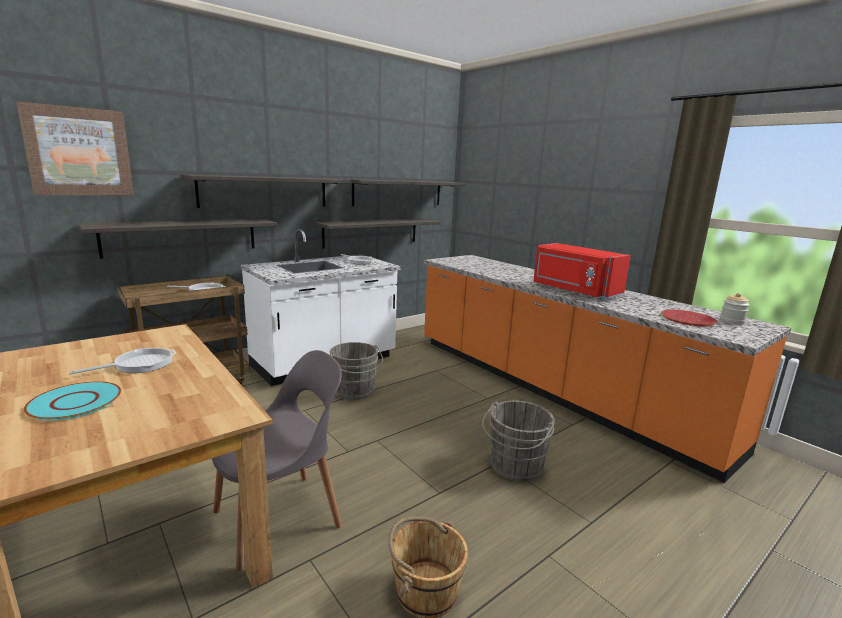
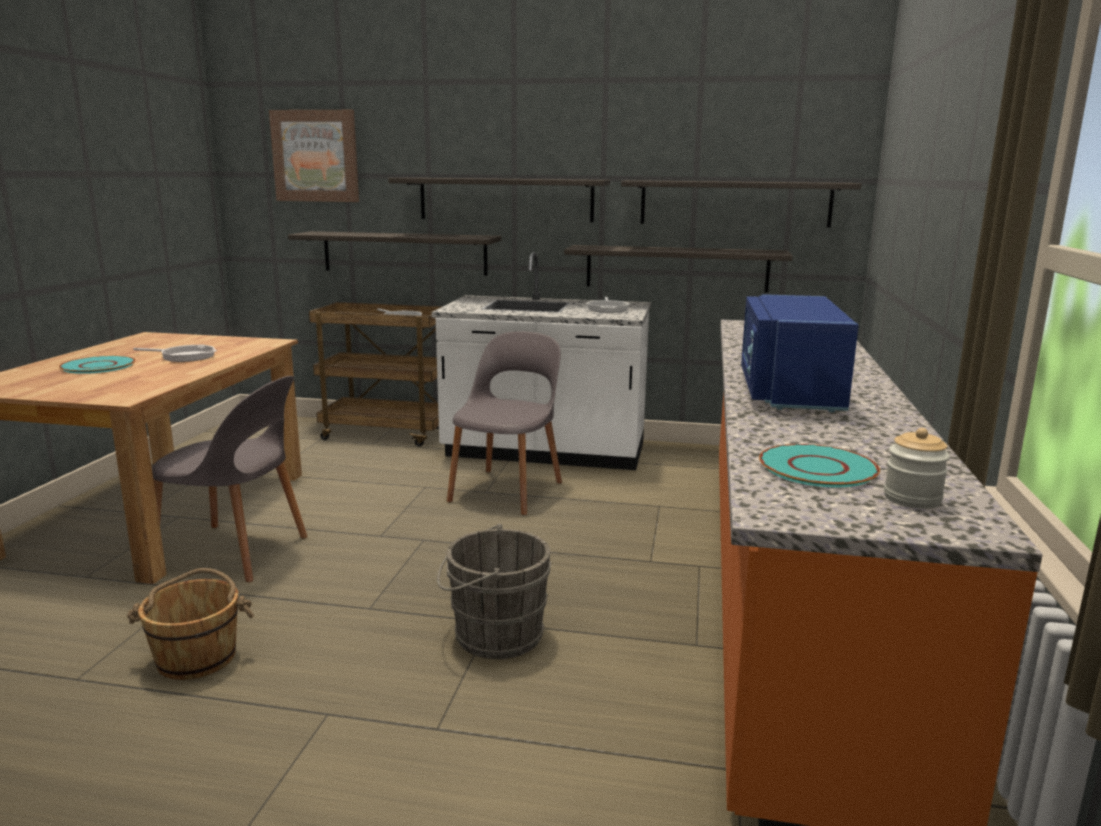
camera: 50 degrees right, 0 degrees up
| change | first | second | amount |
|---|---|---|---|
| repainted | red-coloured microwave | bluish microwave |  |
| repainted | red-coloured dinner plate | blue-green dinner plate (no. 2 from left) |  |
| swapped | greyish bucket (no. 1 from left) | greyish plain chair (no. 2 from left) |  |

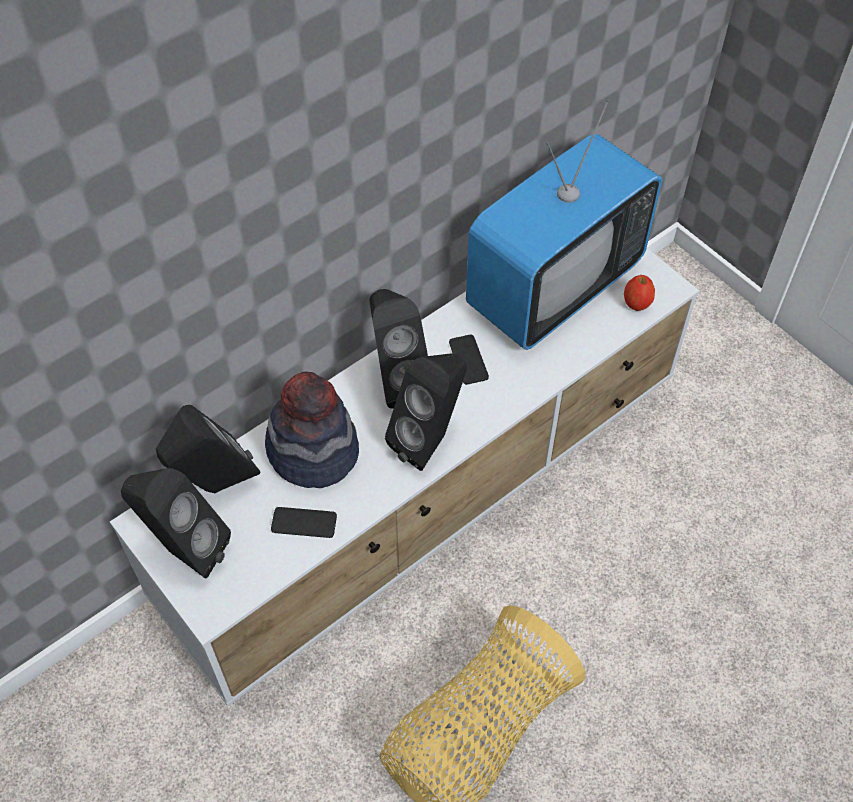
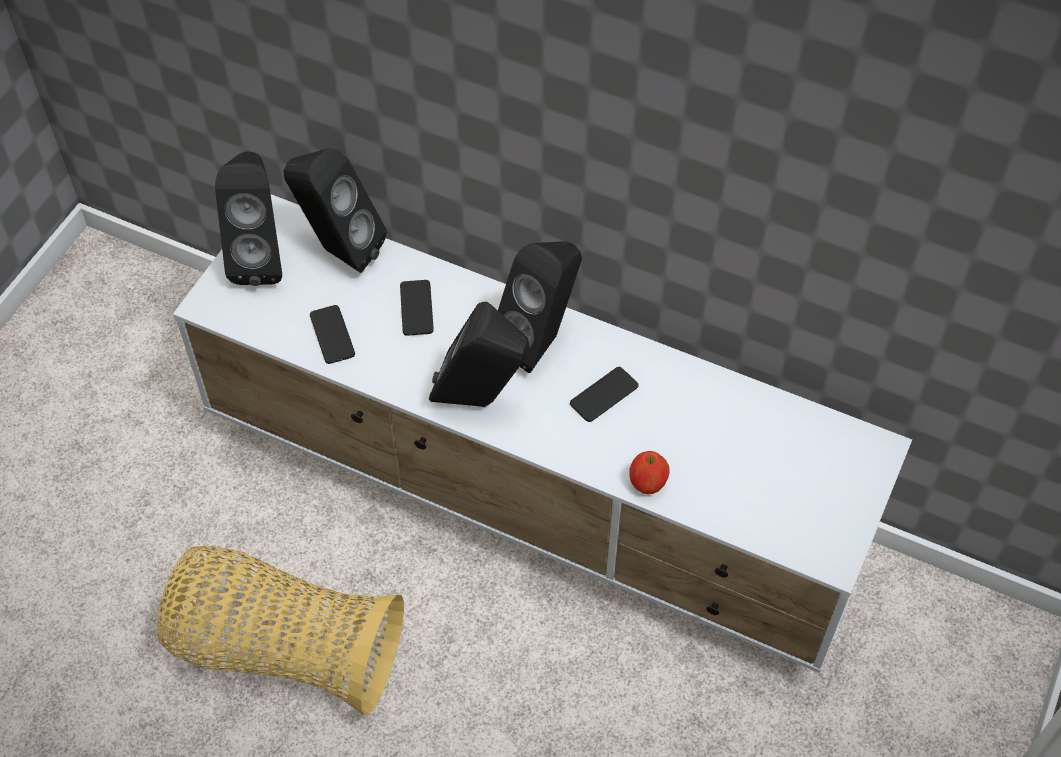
camera: 65 degrees right, 0 degrees up
| change | first | second | amount |
|---|---|---|---|
| gone | television |  |  |
| shifted | apple fruit |  |  |
| swapped | wearable hat | handset (no. 2 from left) |  |

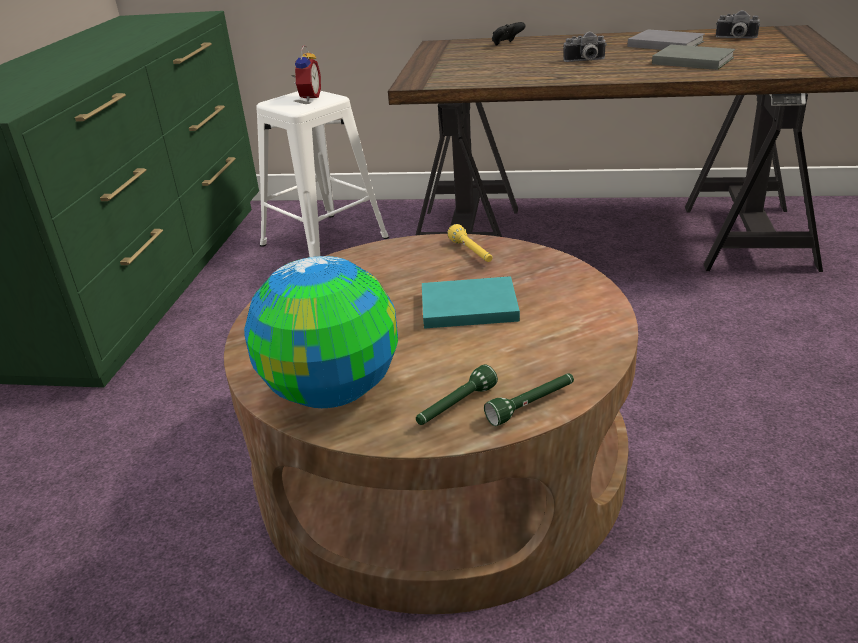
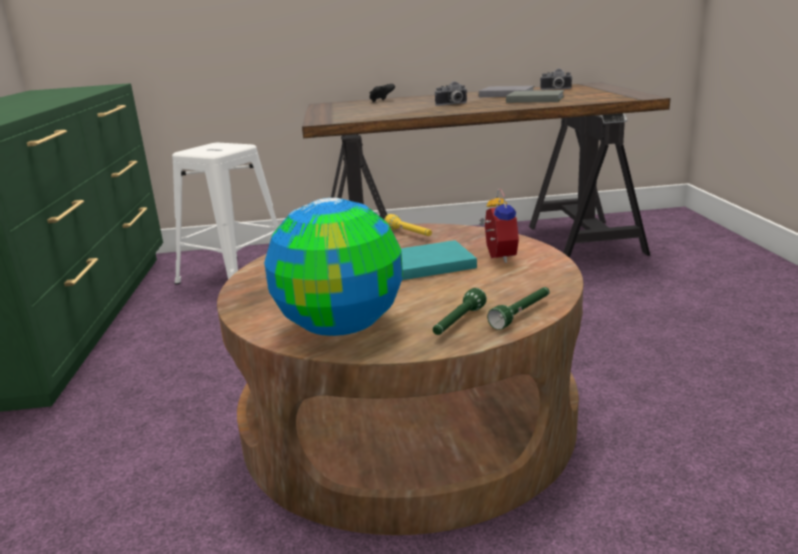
camera: 15 degrees left, 10 degrees down
| change | first | second | amount |
|---|---|---|---|
| shifted | alarm clock |  |  |

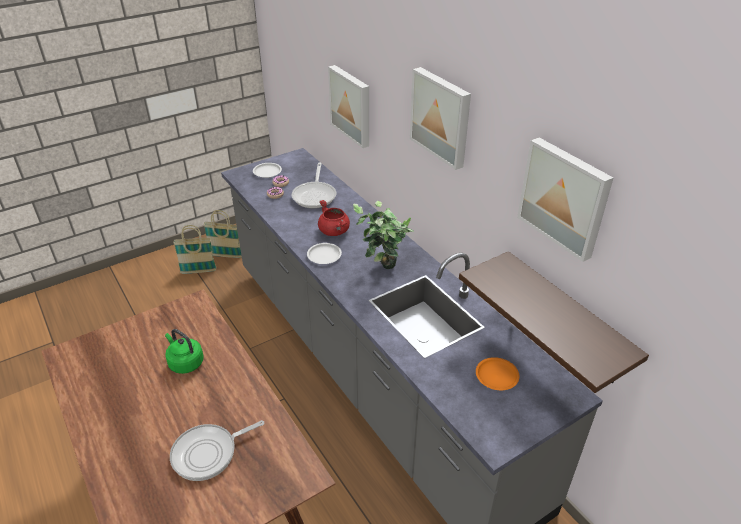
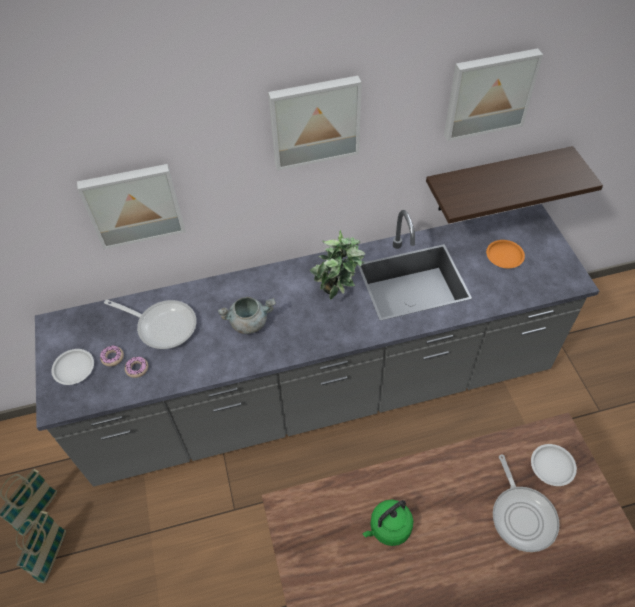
camera: 70 degrees left, 15 degrees up
| change | first | second | amount |
|---|---|---|---|
| repainted | red-coloured cooking pot | greyish cooking pot |  |
| shifted | whitish dinner plate (no. 2 from left) |  |  |

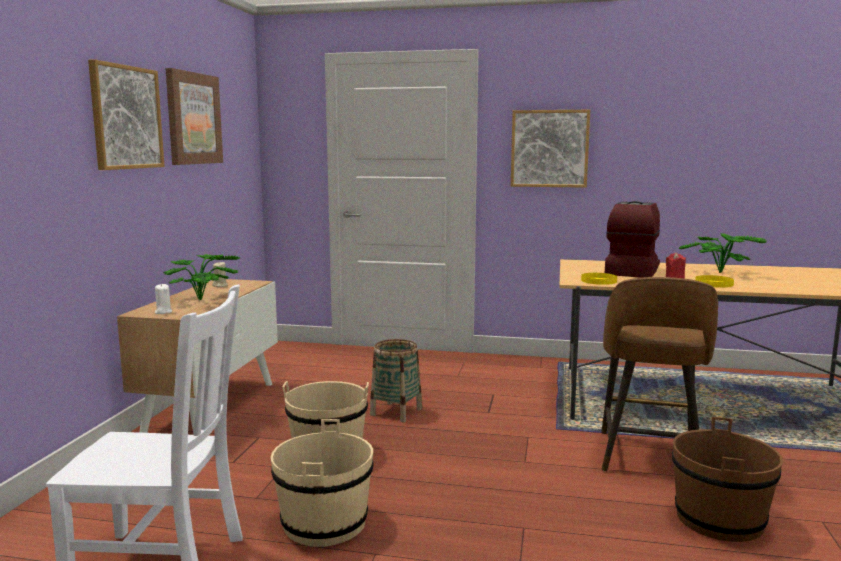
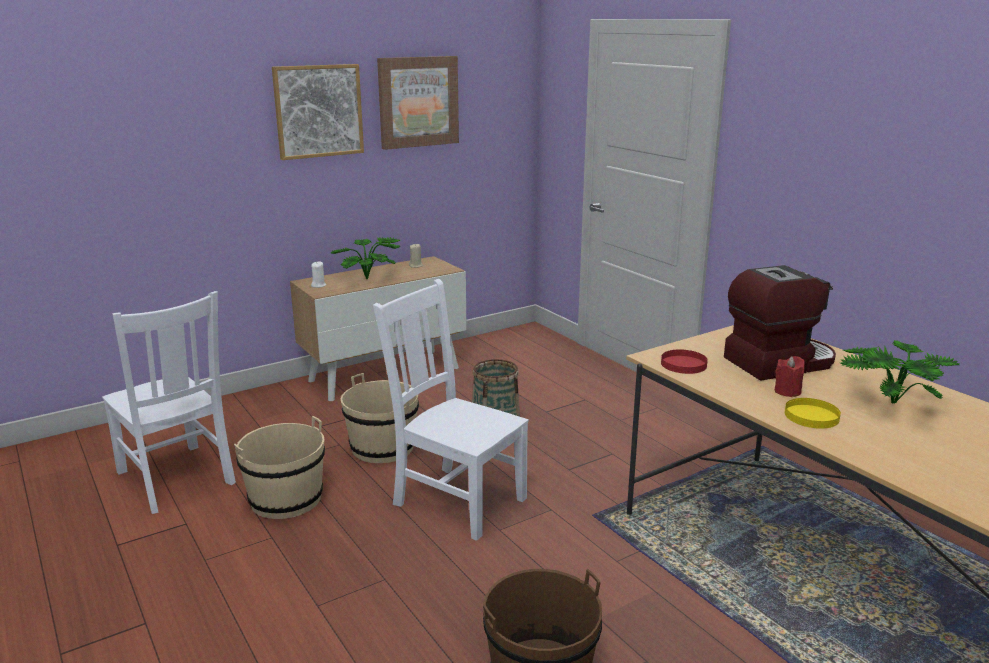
camera: 45 degrees right, 10 degrees up
| change | first | second | amount |
|---|---|---|---|
| gone | wall art (no. 3 from left) |  |  |
| repainted | yellowish dinner plate (no. 1 from left) | red-coloured dinner plate |  |
| gone | brownish stool seat |  |  |
| new |  | whitish plain chair (no. 2 from left) |  |

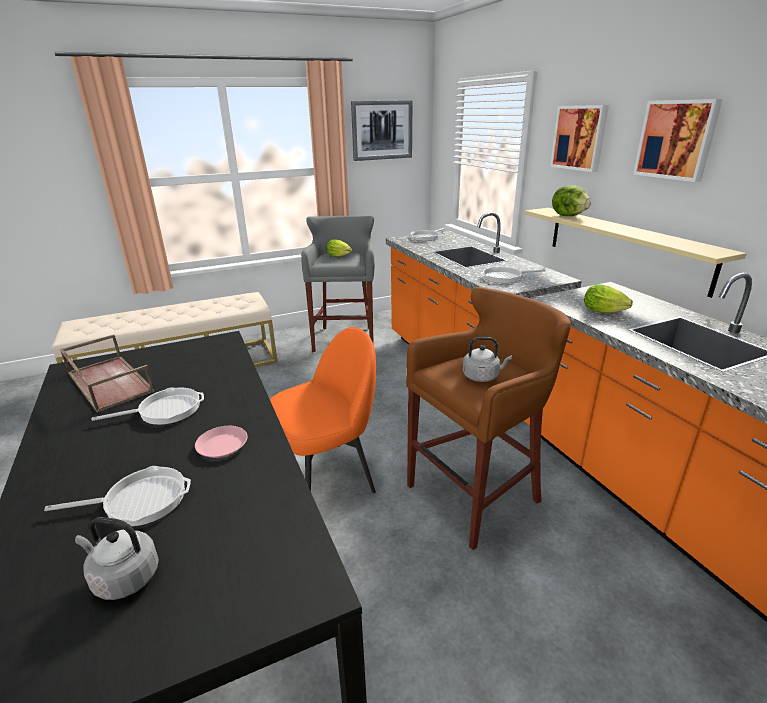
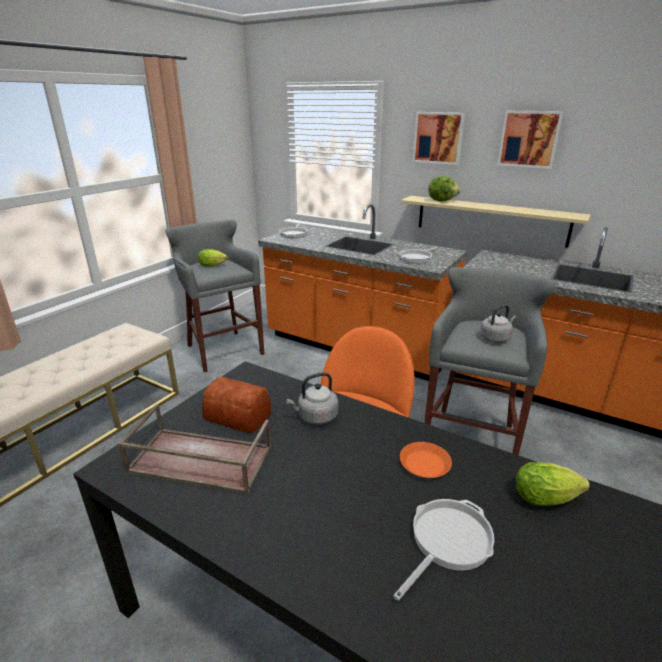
camera: 35 degrees left, 0 degrees up
| change | first | second | amount |
|---|---|---|---|
| gone | wall art (no. 1 from left) |  |  |
| shifted | head of lettuce (no. 3 from left) |  |  |
| repainted | brownish stool seat | greyish stool seat (no. 2 from left) |  |
| gone | frying pan (no. 2 from left) |  |  |
| repainted | pink-coloured dinner plate | orangey dinner plate |  |
| shifted | greyish water kettle (no. 1 from left) |  |  |
| new |  | baked bread |  |

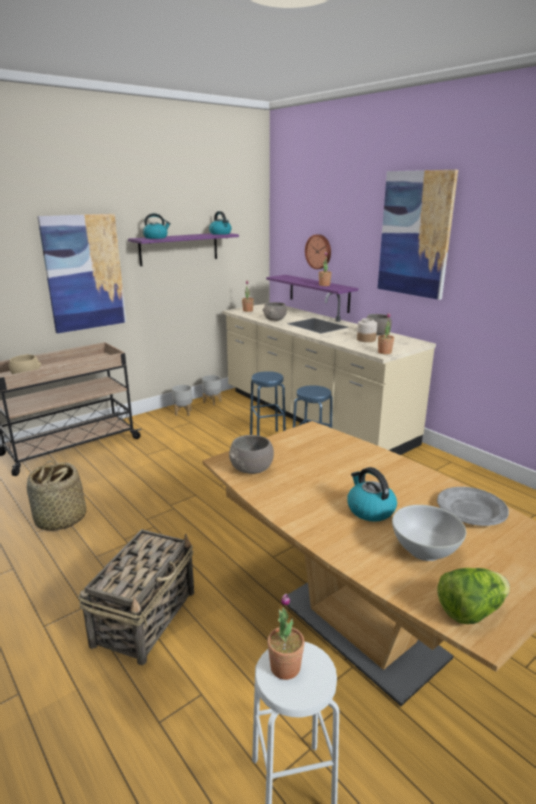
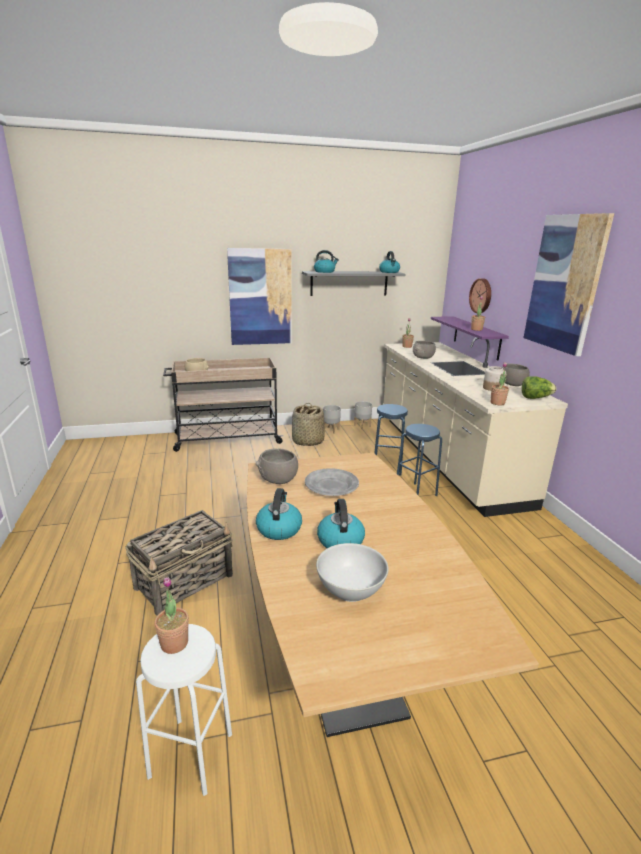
camera: 25 degrees right, 0 degrees up
| change | first | second | amount |
|---|---|---|---|
| repainted | purple wall shelf (no. 1 from left) | greyish wall shelf |  |
| shifted | basket (no. 1 from left in the first image) | basket (no. 2 from left) |  |
| shifted | greyish dinner plate |  |  |
| shifted | head of lettuce |  |  |
| new |  | water kettle (no. 1 from left) |  |

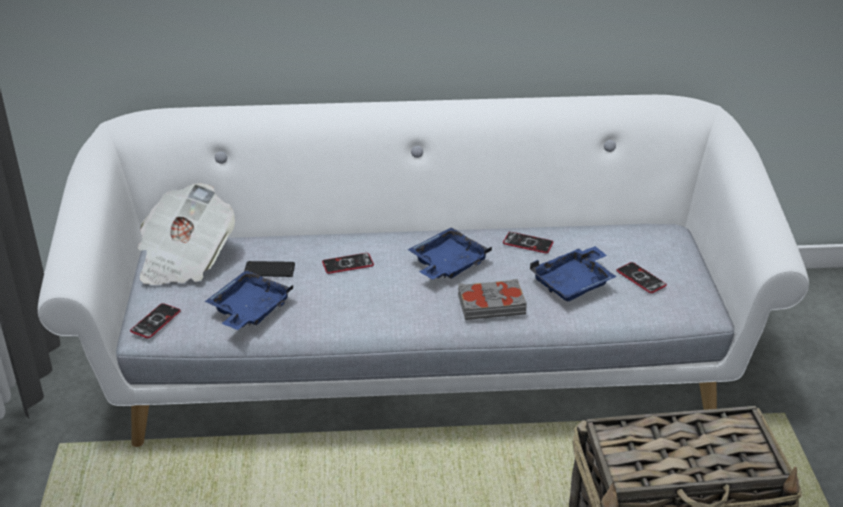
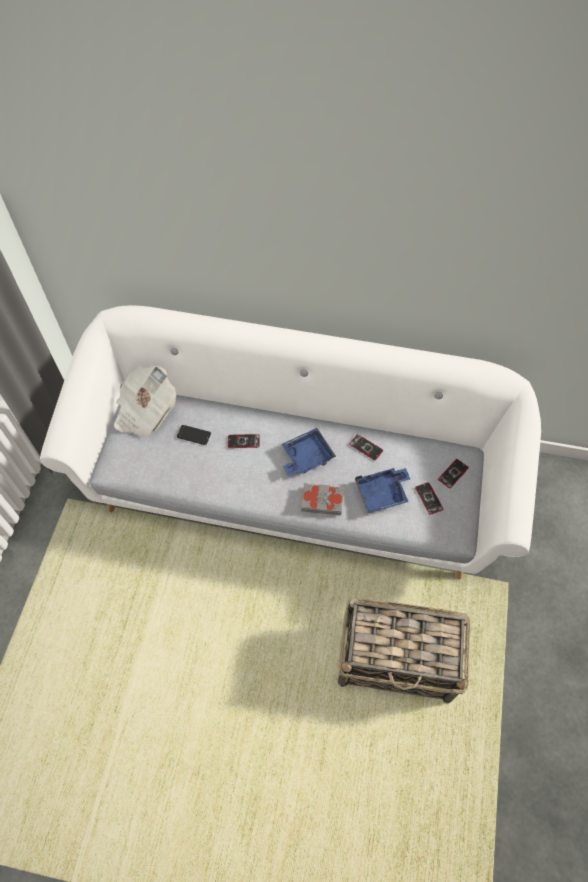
camera: 15 degrees right, 25 degrees up
| change | first | second | amount |
|---|---|---|---|
| gone | bluish serving tray (no. 1 from left) |  |  |
| shifted | handset (no. 1 from left in the first image) | handset (no. 5 from left) |  |

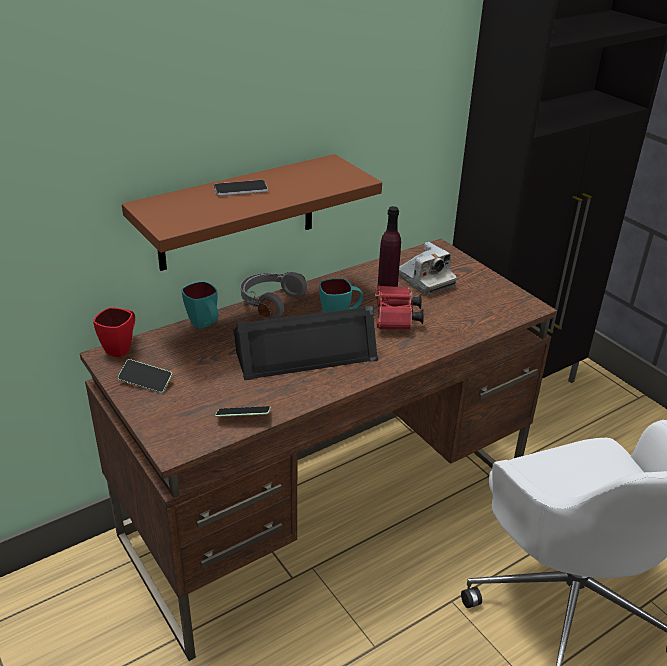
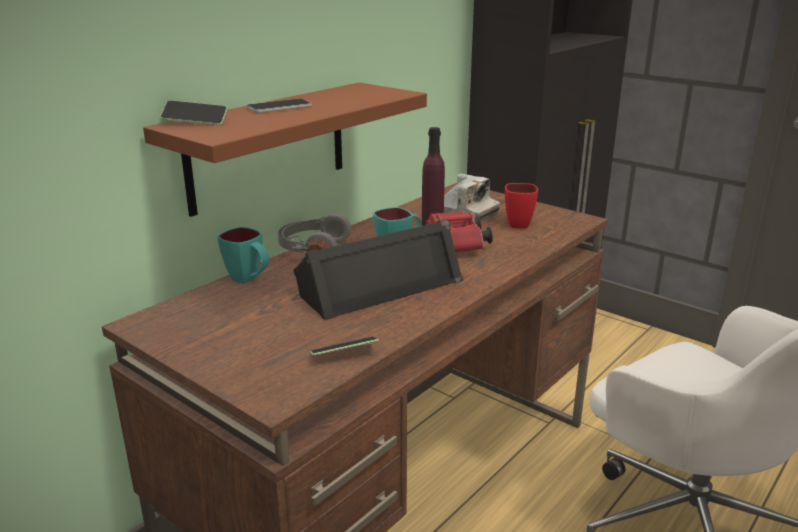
camera: 15 degrees left, 10 degrees down
| change | first | second | amount |
|---|---|---|---|
| shifted | red-coloured tea mug |  |  |
| shifted | handset (no. 1 from left) |  |  |

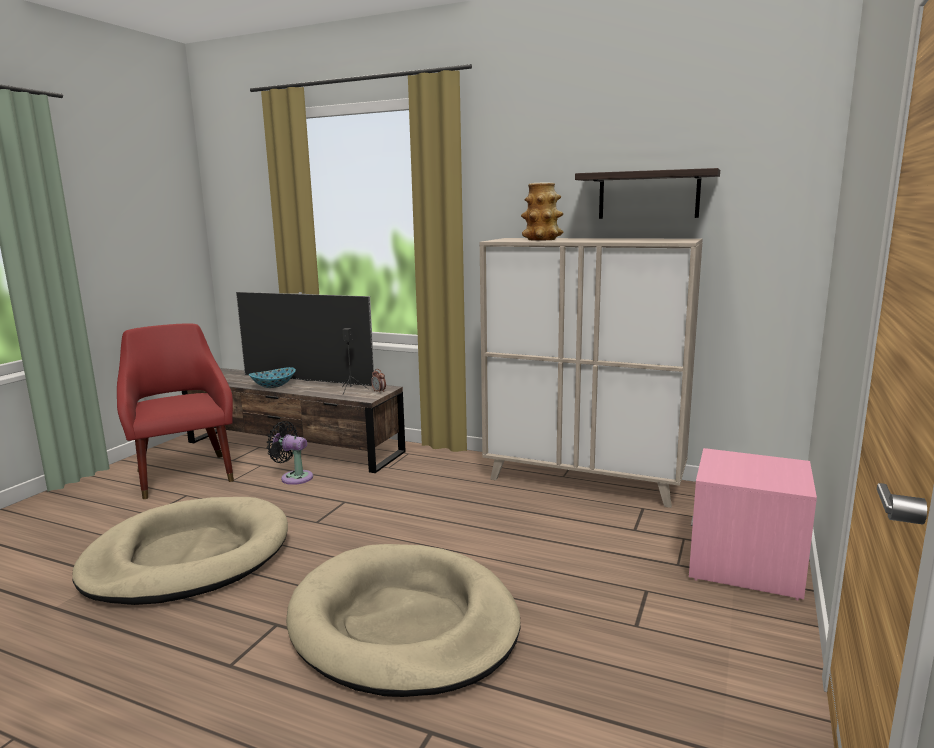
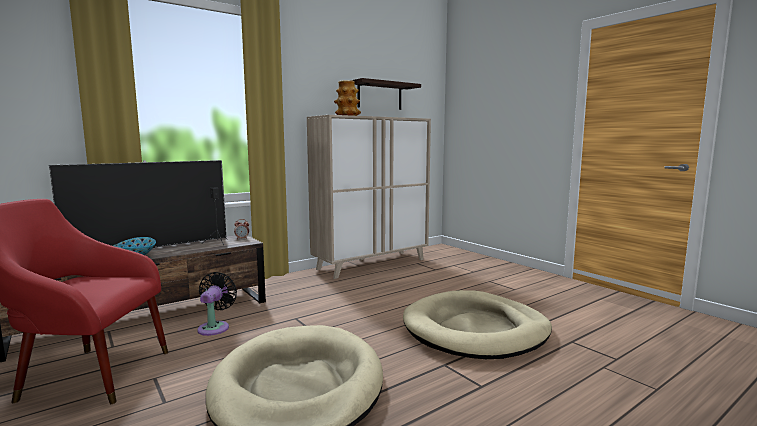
camera: 60 degrees left, 5 degrees down
| change | first | second | amount |
|---|---|---|---|
| rotated | black-coloured fan |  | 135 degrees clockwise |
| gone | pink-coloured bedside table |  |  |

